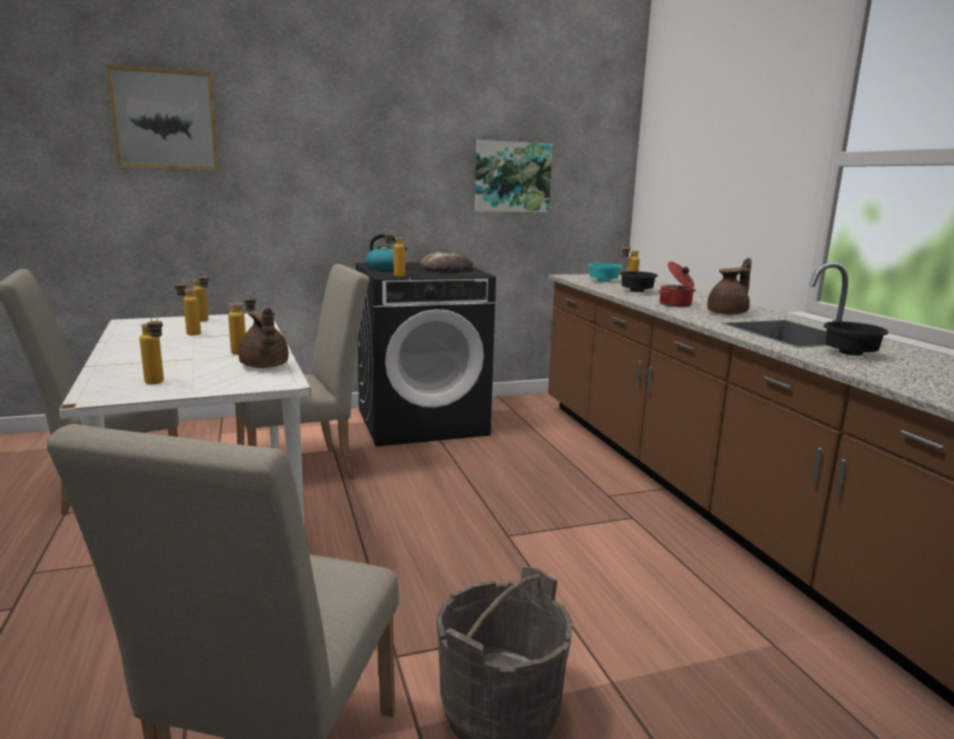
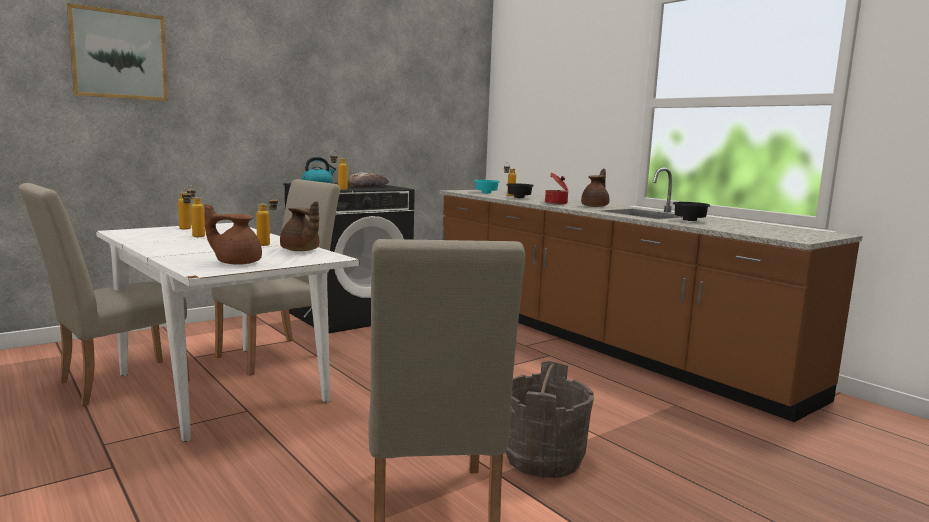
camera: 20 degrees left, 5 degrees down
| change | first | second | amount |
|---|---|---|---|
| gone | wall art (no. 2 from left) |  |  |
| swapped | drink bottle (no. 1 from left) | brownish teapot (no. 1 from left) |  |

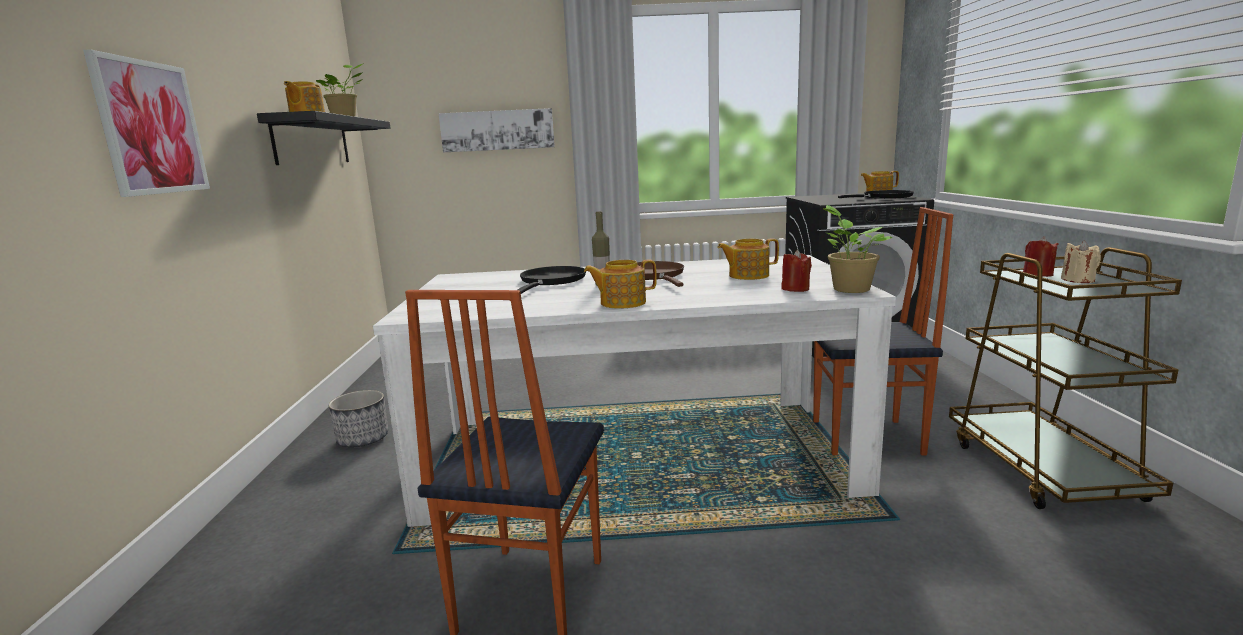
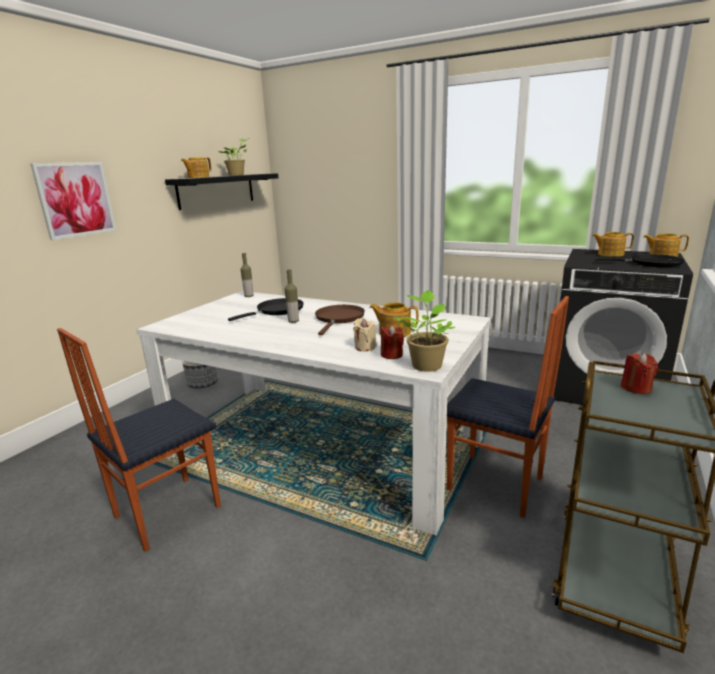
camera: 30 degrees right, 5 degrees up
| change | first | second | amount |
|---|---|---|---|
| gone | wall art (no. 2 from left) |  |  |
| shifted | sand-coloured wax light |  |  |
| shifted | teapot (no. 2 from left in the first image) | teapot (no. 3 from left) |  |
| new |  | drink bottle (no. 1 from left) |  |

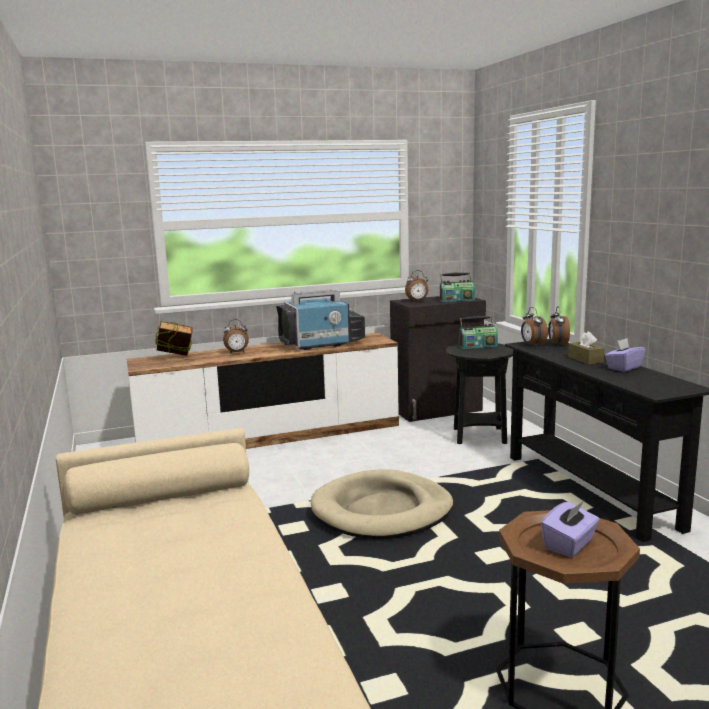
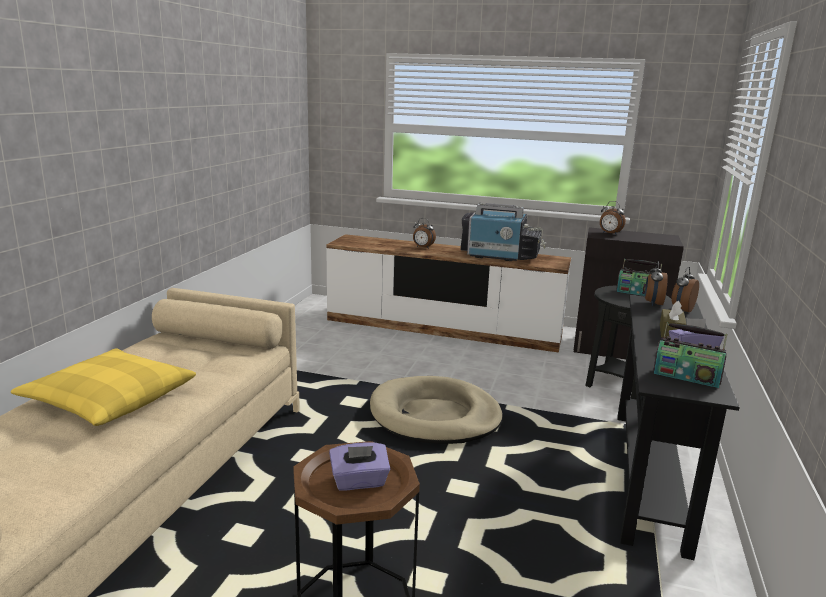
camera: 35 degrees right, 5 degrees up
| change | first | second | amount |
|---|---|---|---|
| shifted | radio (no. 1 from left in the first image) | radio (no. 2 from left) |  |
| gone | bound book |  |  |
| new |  | yellowish throw pillow |  |

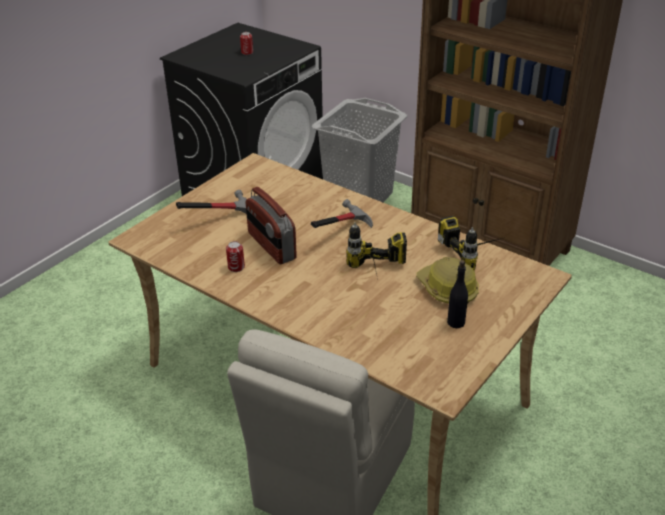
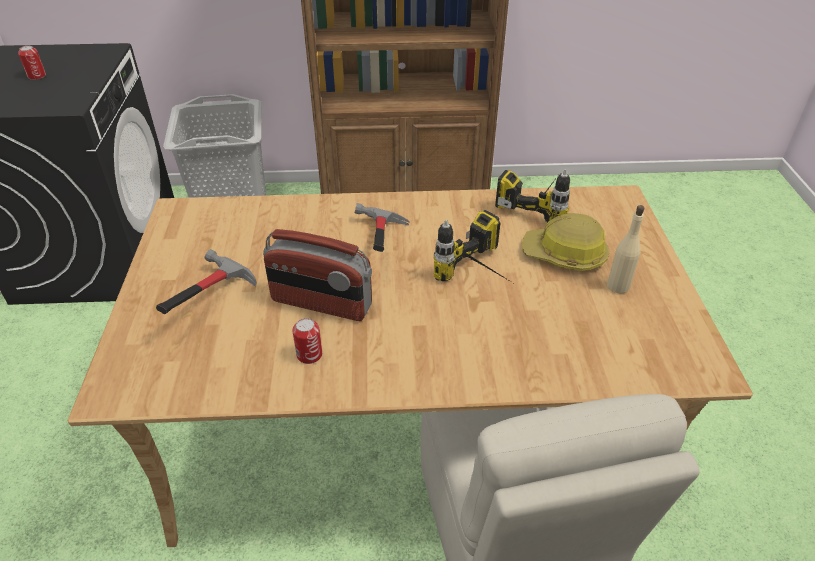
camera: 40 degrees left, 5 degrees up
| change | first | second | amount |
|---|---|---|---|
| repainted | black-coloured drink bottle | sand-coloured drink bottle |  |

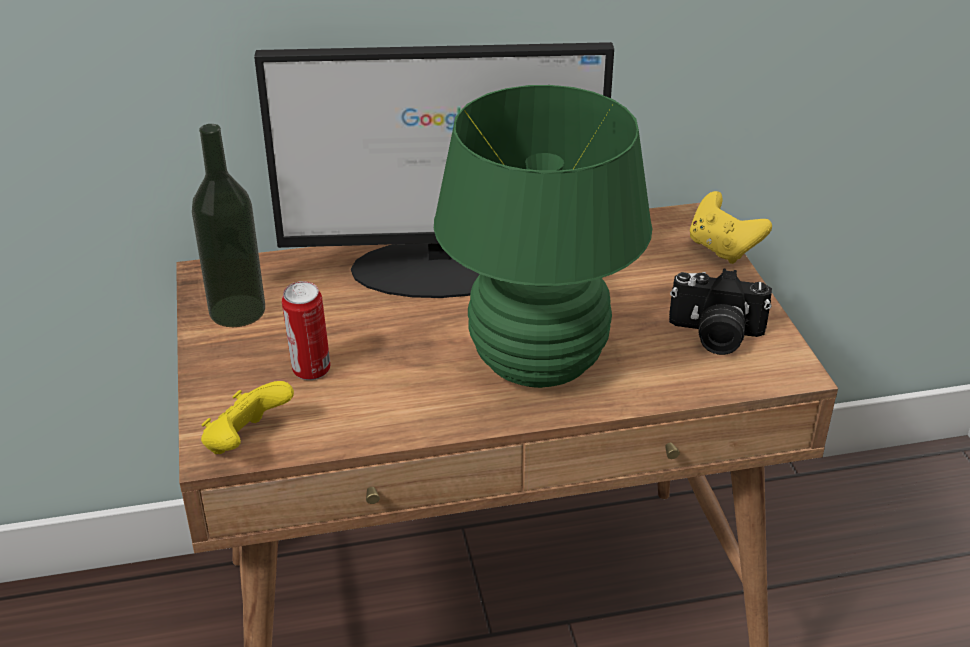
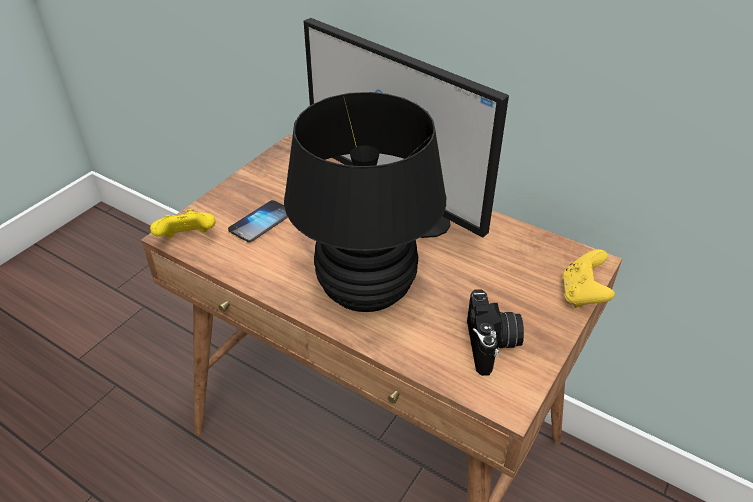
camera: 45 degrees right, 5 degrees up
| change | first | second | amount |
|---|---|---|---|
| repainted | green table lamp | black-coloured table lamp |  |
| gone | drink bottle |  |  |
| rotated | photo camera |  | 150 degrees counterclockwise |
| swapped | sealed can | handset |  |

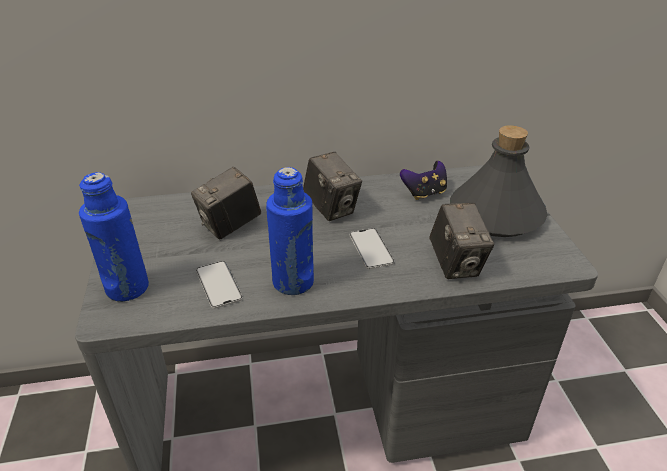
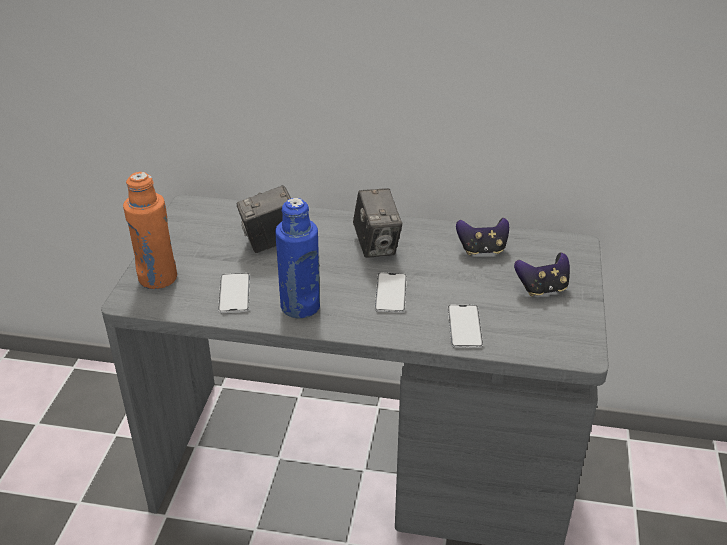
camera: 20 degrees right, 0 degrees up
| change | first | second | amount |
|---|---|---|---|
| swapped | greyish drink bottle | gamepad (no. 2 from left) |  |
| repainted | bluish drink bottle (no. 1 from left) | orangey drink bottle |  |
| swapped | photo camera (no. 3 from left) | handset (no. 3 from left) |  |

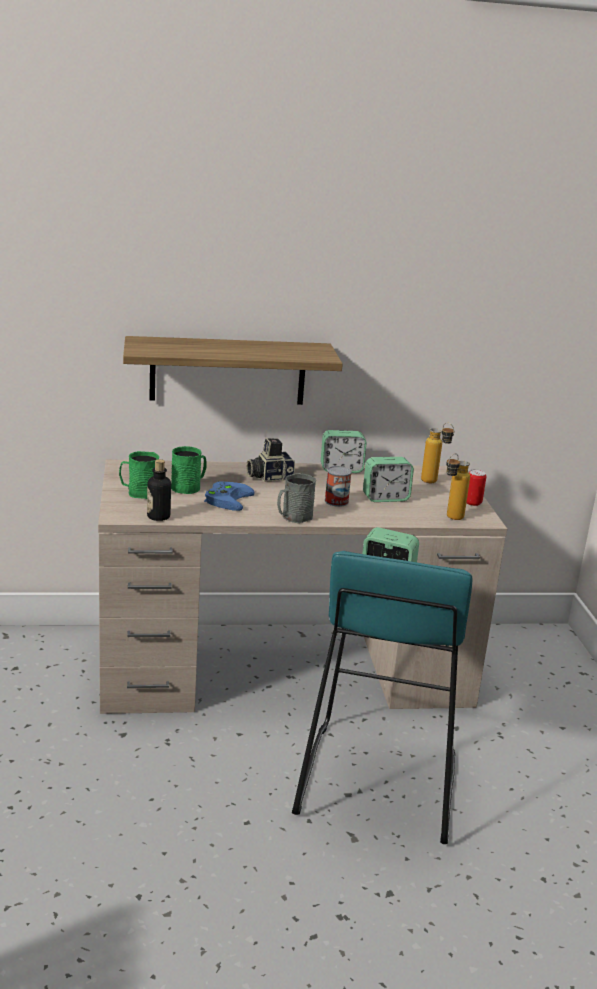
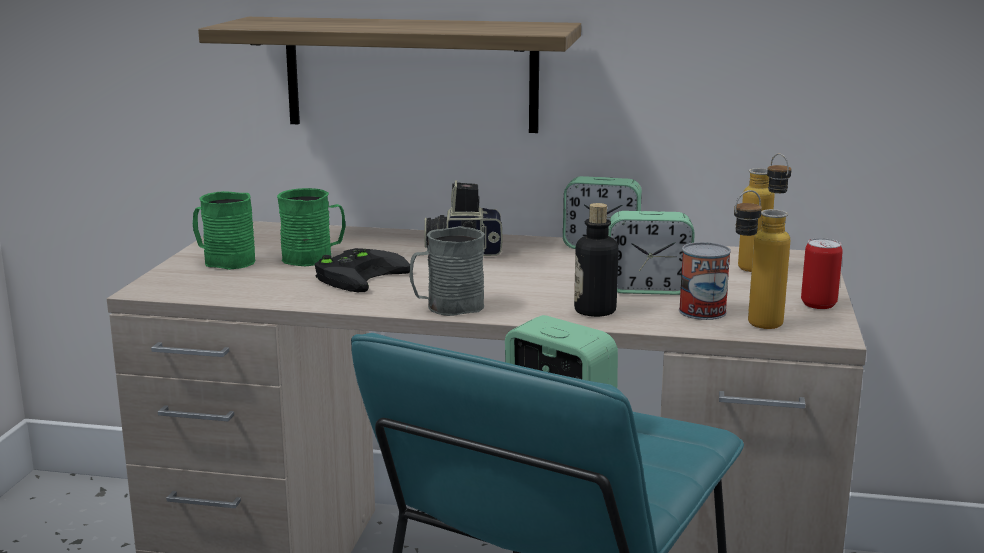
camera: 20 degrees right, 5 degrees down
| change | first | second | amount |
|---|---|---|---|
| shifted | drink bottle (no. 1 from left) |  |  |
| shifted | sealed can (no. 1 from left) |  |  |
| repainted | bluish gamepad | black-coloured gamepad |  |

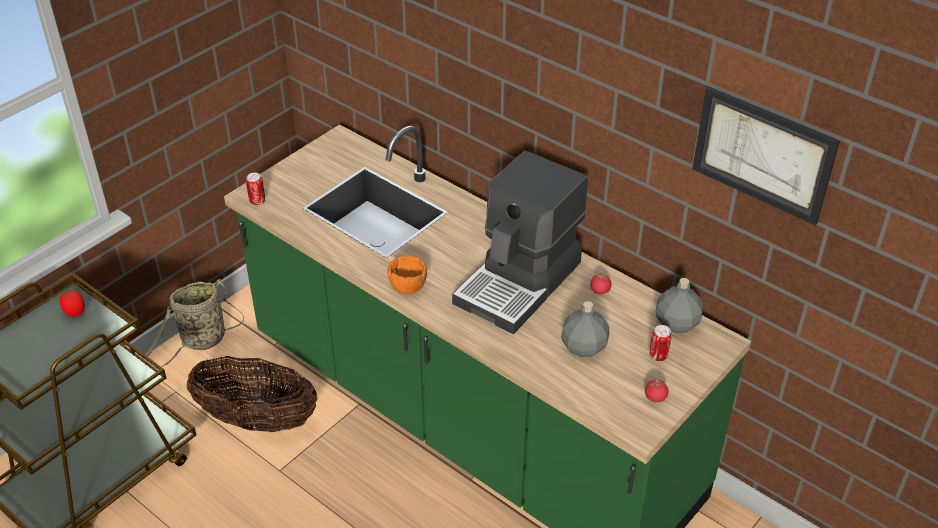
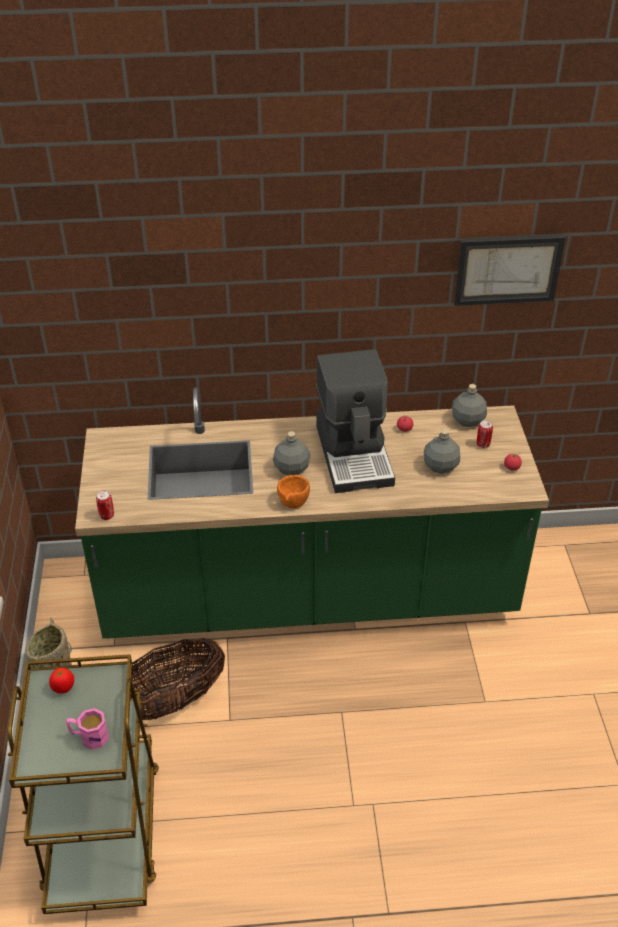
camera: 45 degrees left, 0 degrees up
| change | first | second | amount |
|---|---|---|---|
| new |  | greyish drink bottle (no. 1 from left) |  |
| new |  | pink-coloured tea mug |  |

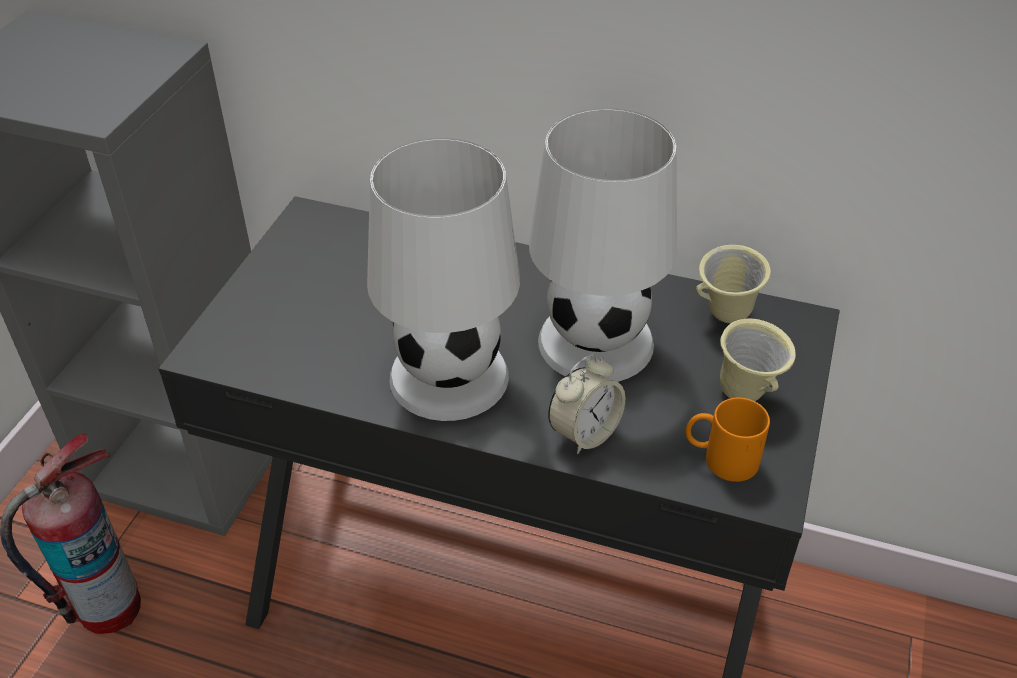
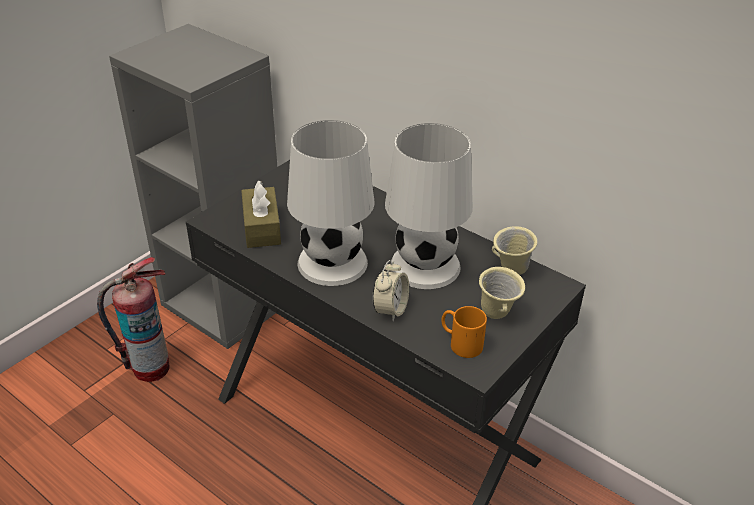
camera: 20 degrees right, 5 degrees down
| change | first | second | amount |
|---|---|---|---|
| rotated | alarm clock |  | 45 degrees counterclockwise |
| new |  | brownish box of tissues |  |

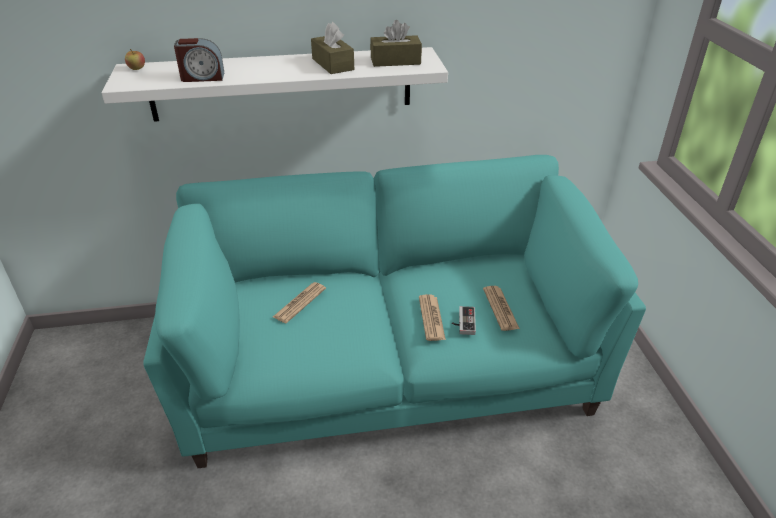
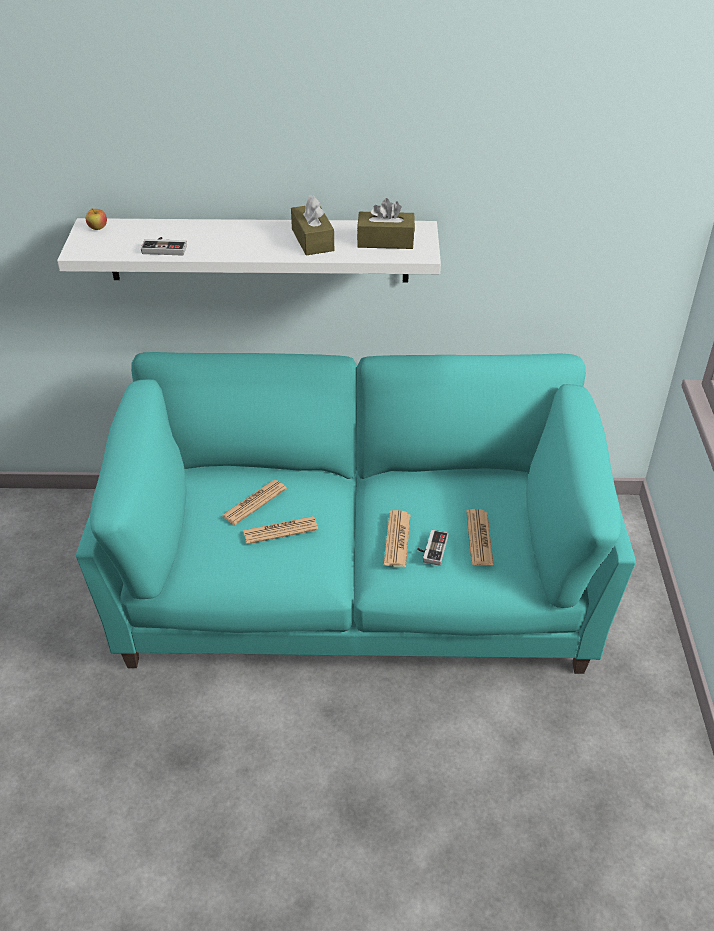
camera: 10 degrees right, 5 degrees up
| change | first | second | amount |
|---|---|---|---|
| swapped | alarm clock | gamepad (no. 1 from left) |  |
| new |  | daily paper (no. 2 from left) |  |

